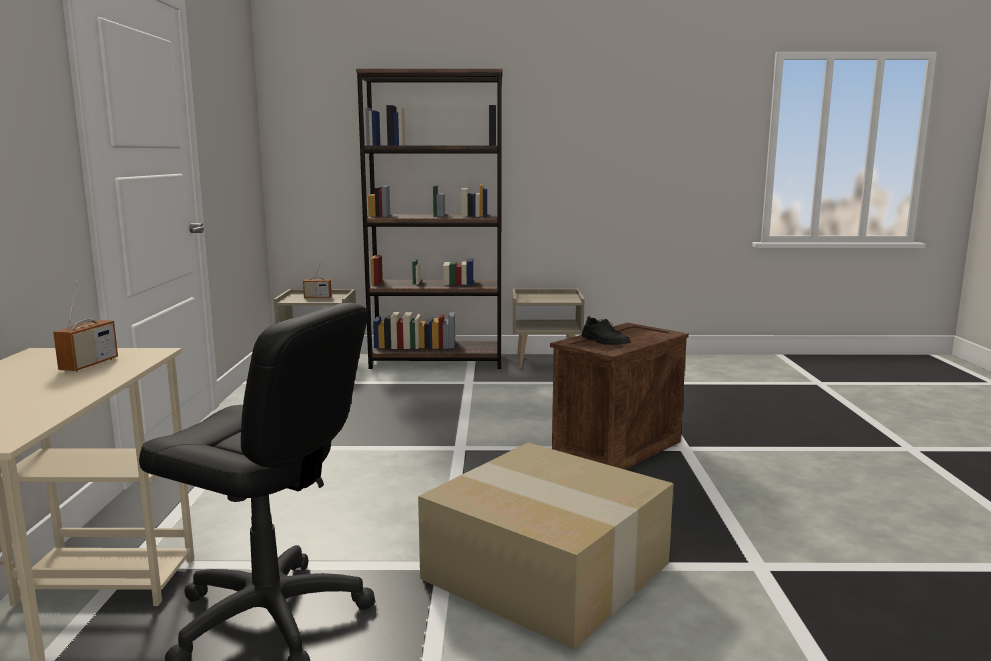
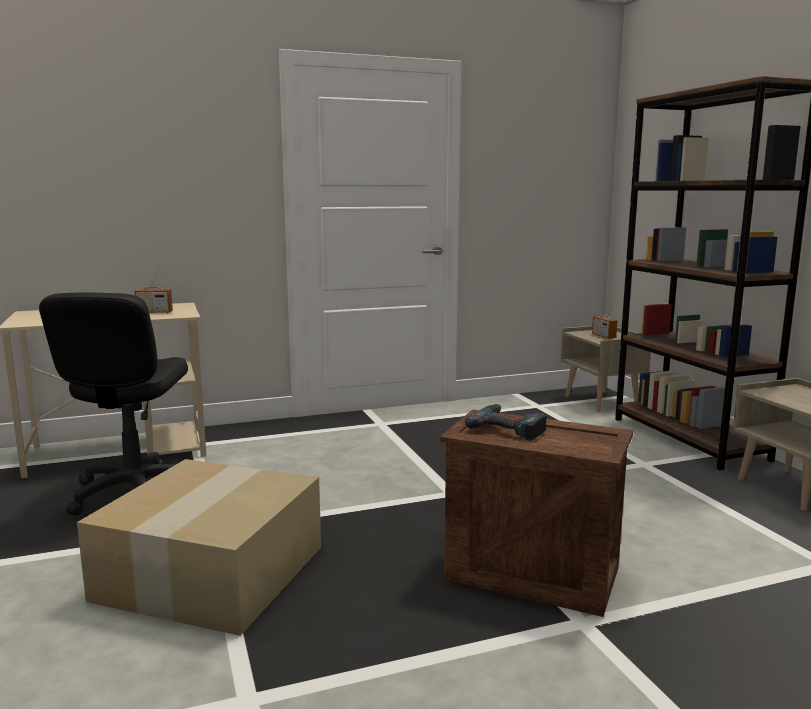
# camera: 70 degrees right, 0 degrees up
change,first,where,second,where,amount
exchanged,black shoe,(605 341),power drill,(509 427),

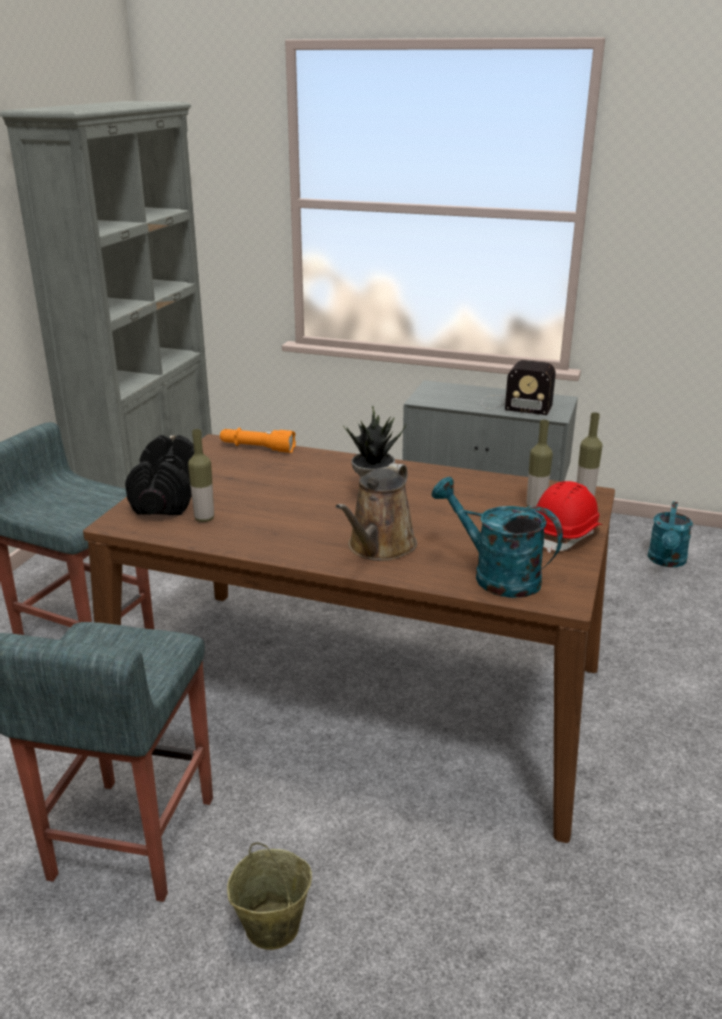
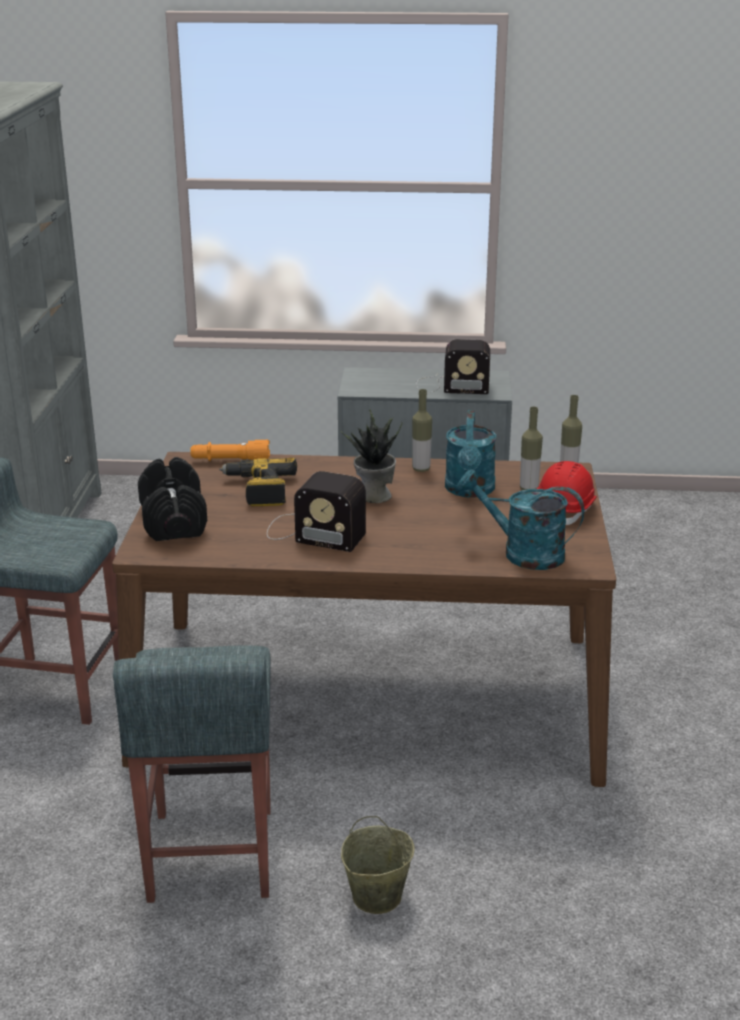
# camera: 15 degrees left, 0 degrees up
change,first,where,second,where,amount
missing,brown watering can,(379 548),,,
appeared,,,power drill,(259 490),
appeared,,,radio,(312 532),
relocated,bottle,(204 518),,(421 469),
relocated,turquoise watering can,(666 561),,(470 491),

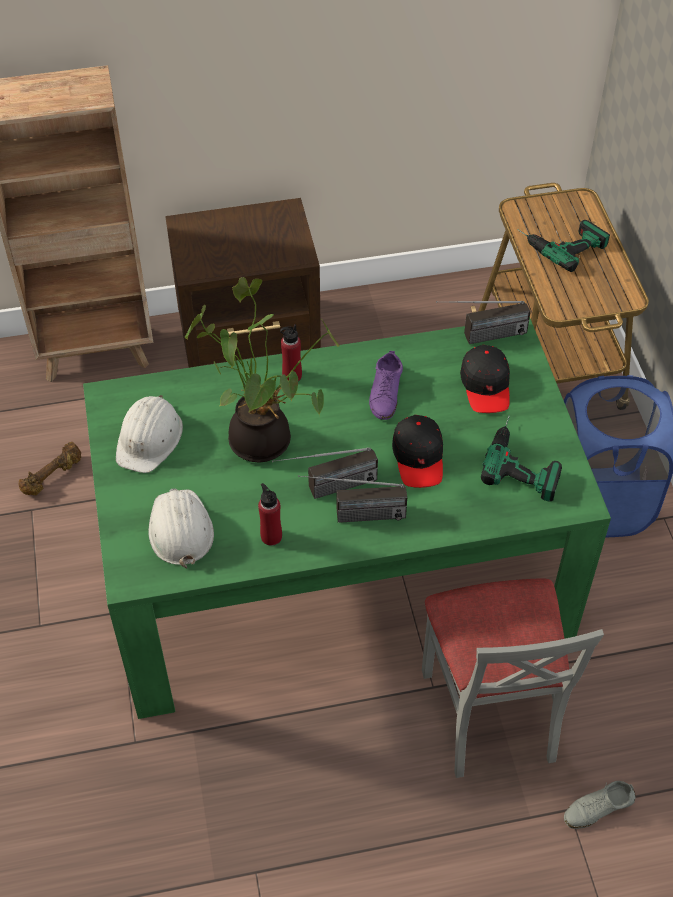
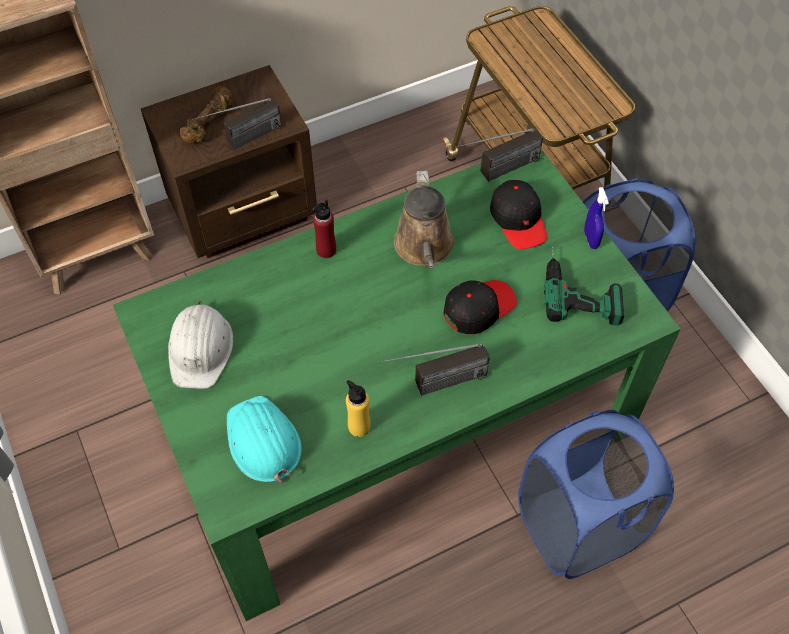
# camera: 15 degrees left, 5 degrees up
change,first,where,second,where,amount
missing,potted plant,(264 438),,,
missing,power drill,(560 242),,,
missing,grey shoe,(598 808),,,
appeared,,,blue spray bottle,(591 239),
relocated,brown dumbbell,(53 476),,(209 123),
relocated,radio,(326 490),,(242 141),
exchanged,purple shoe,(385 392),brown watering can,(424 248),
exchanged,grey chair,(490 713),blue laundry basket,(578 527),
colour,white hard hat,(180 530),turquoise hard hat,(262 442),
colour,red bottle,(271 536),yellow bottle,(359 426),
spun,black cap,(419 457),,(478 308),105 degrees counterclockwise

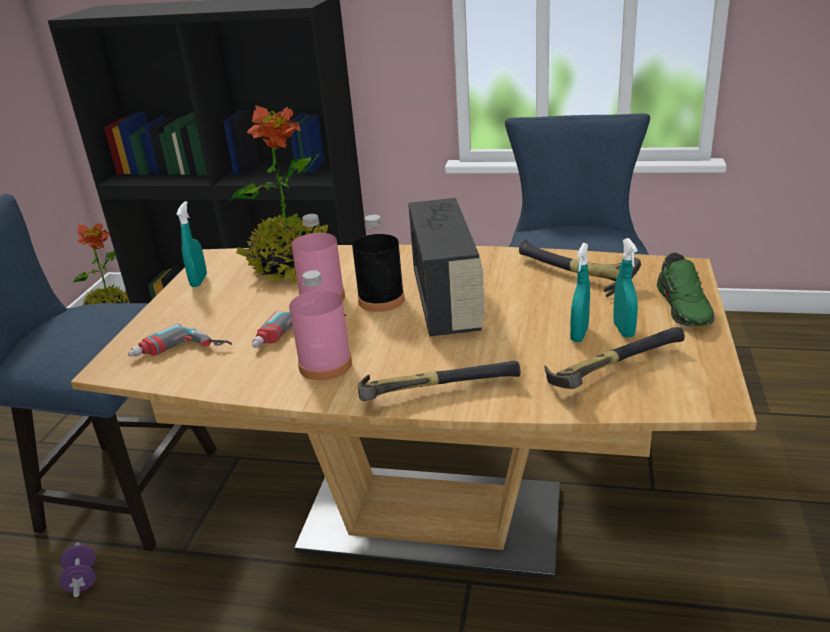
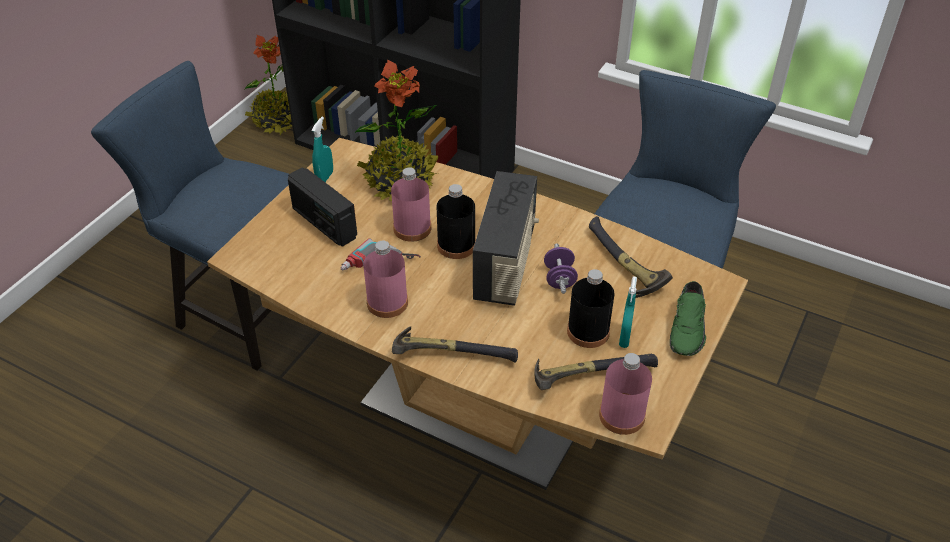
# camera: 15 degrees right, 15 degrees up
change,first,where,second,where,amount
missing,power drill,(180 354),,,
appeared,,,radio,(324 223),
appeared,,,pink bottle,(622 415),
relocated,purple dumbbell,(82 580),,(559 279),
exchanged,turquoise spray bottle,(579 334),black bottle,(588 331),

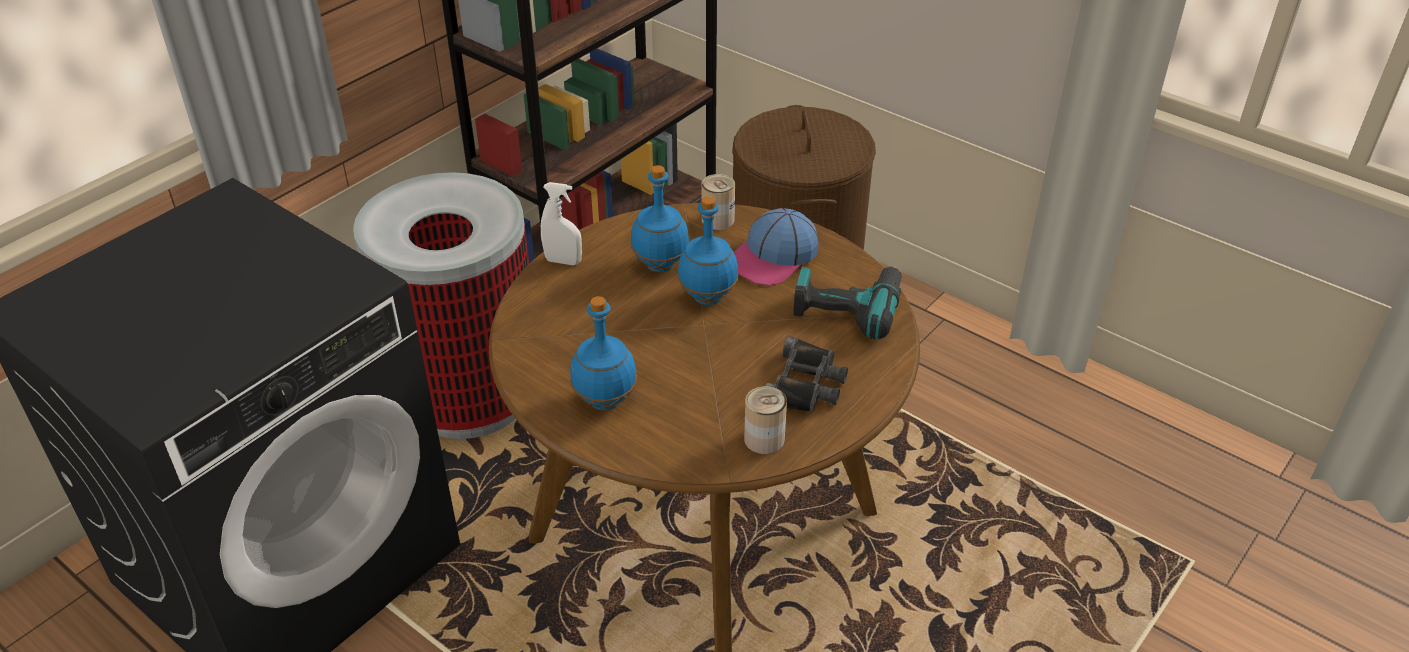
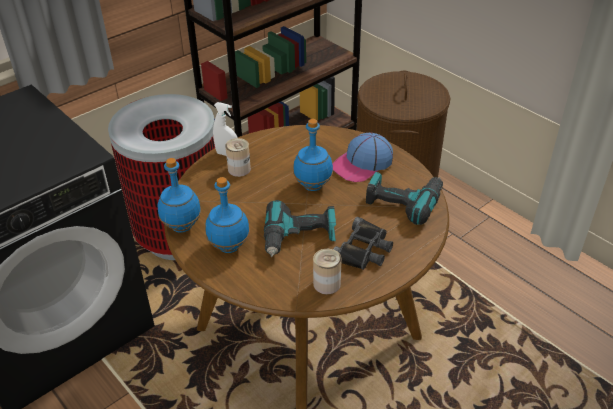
# camera: 10 degrees right, 0 degrees up
change,first,where,second,where,amount
appeared,,,power drill,(299 238),
relocated,blue bottle,(661 265),,(182 227),
relocated,can,(718 220),,(239 169),

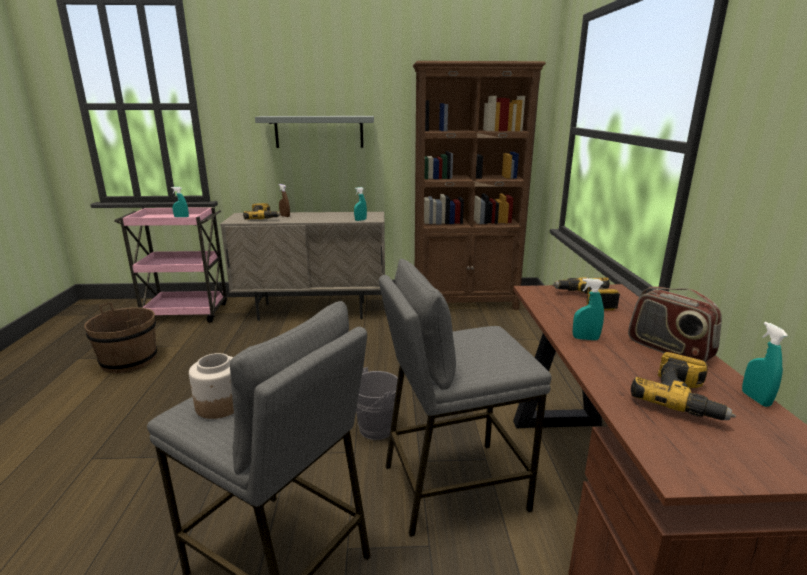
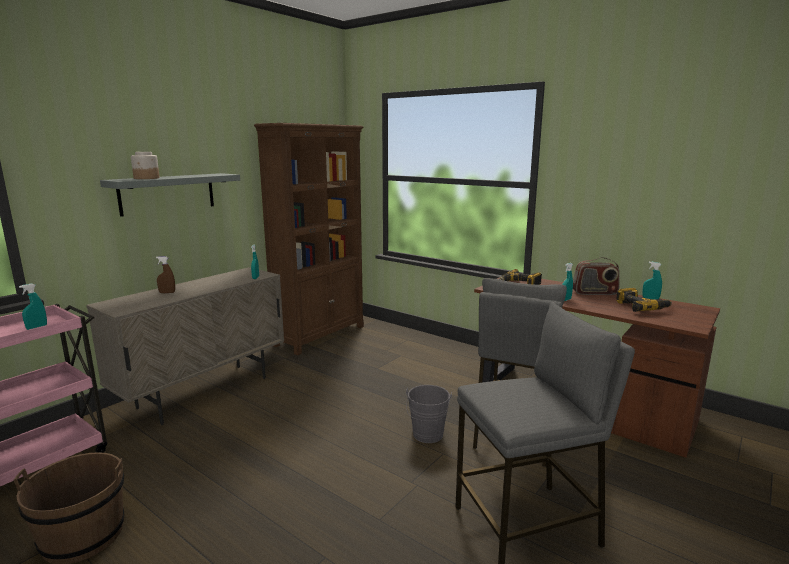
# camera: 50 degrees left, 5 degrees down
change,first,where,second,where,amount
missing,power drill,(263 218),,,
relocated,jar,(219 405),,(146 178),

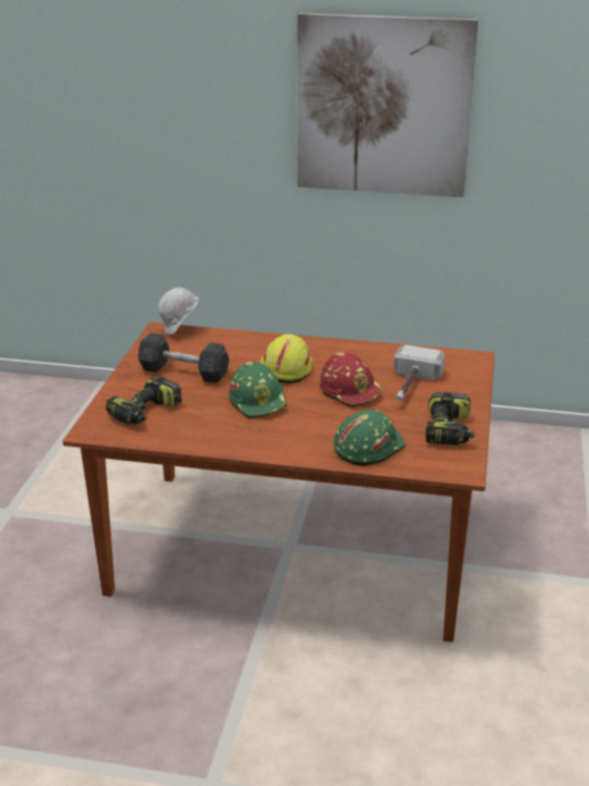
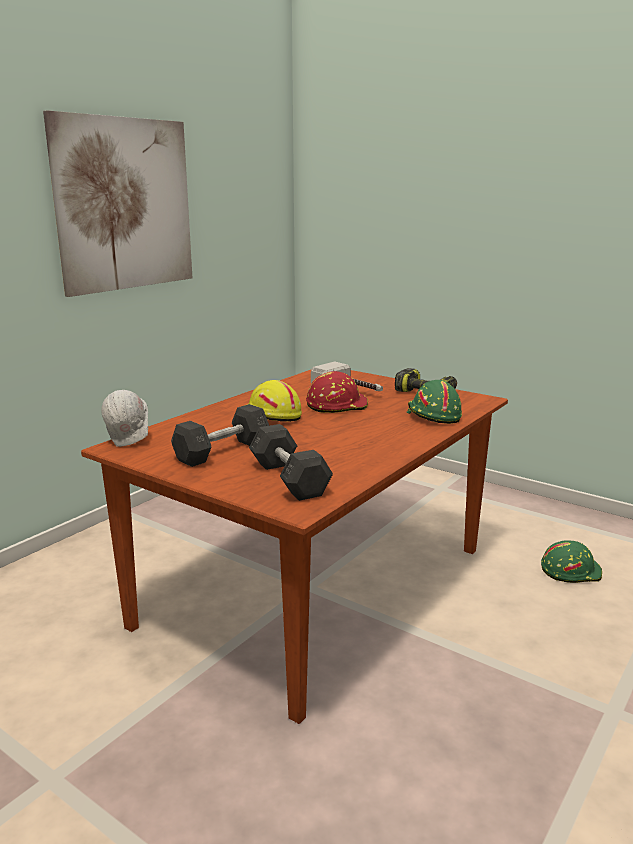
# camera: 65 degrees left, 10 degrees down
change,first,where,second,where,amount
relocated,green hard hat,(259 402),,(570 571),
exchanged,power drill,(145 413),grey dumbbell,(289 479),

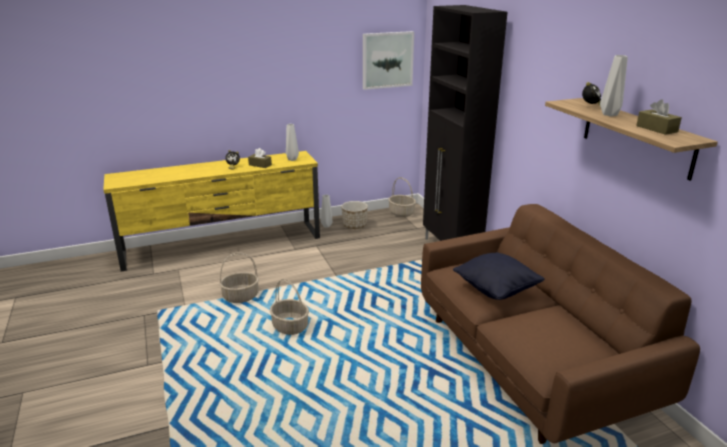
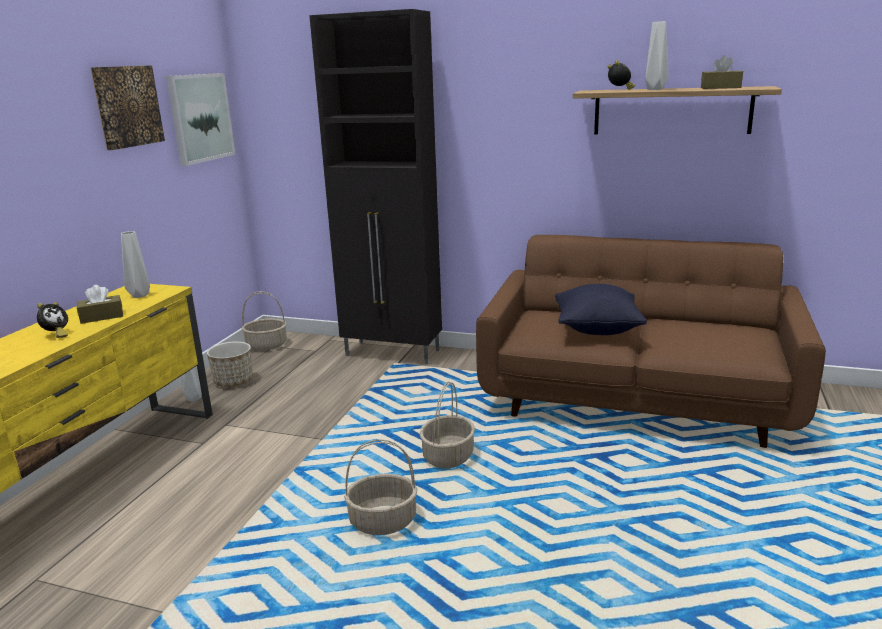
# camera: 50 degrees left, 5 degrees down
change,first,where,second,where,amount
appeared,,,picture,(127 106),
relocated,basket,(241 296),,(448 456),

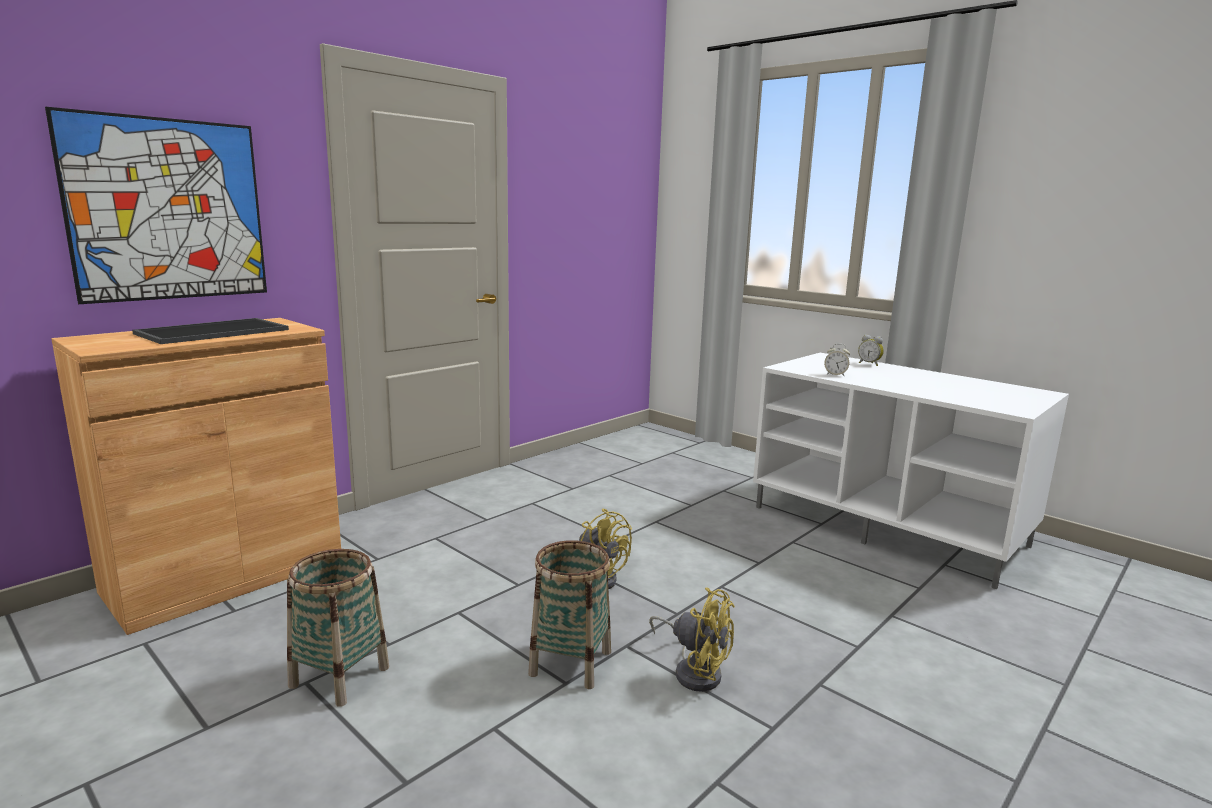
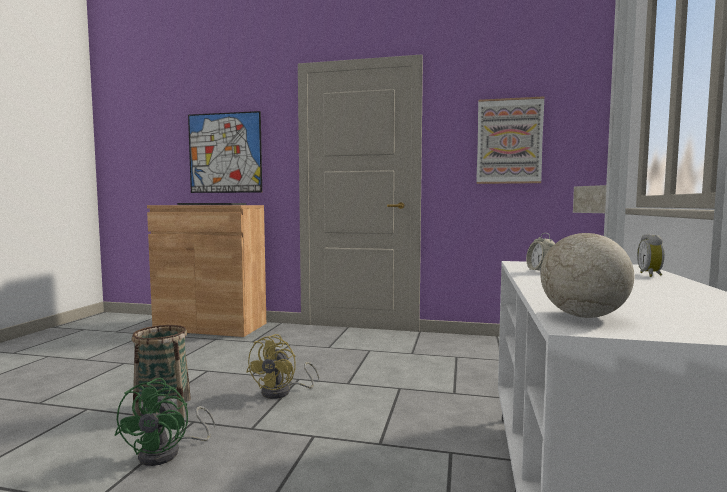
# camera: 60 degrees right, 10 degrees down
change,first,where,second,where,amount
missing,basket,(339 676),,,
appeared,,,picture,(509 141),
appeared,,,globe,(583 316),
colour,yellow fan,(694 671),green fan,(168 452),

